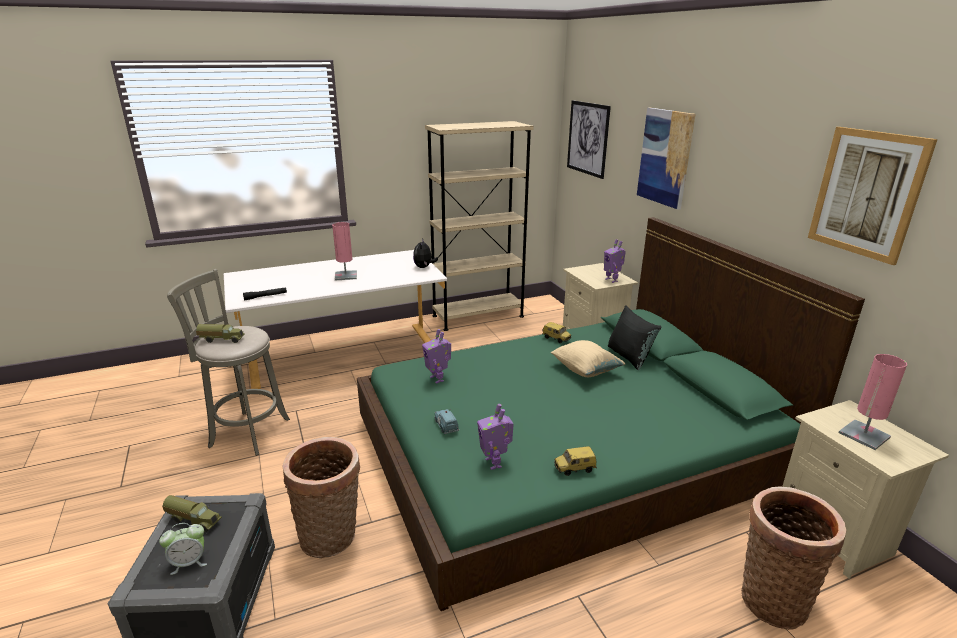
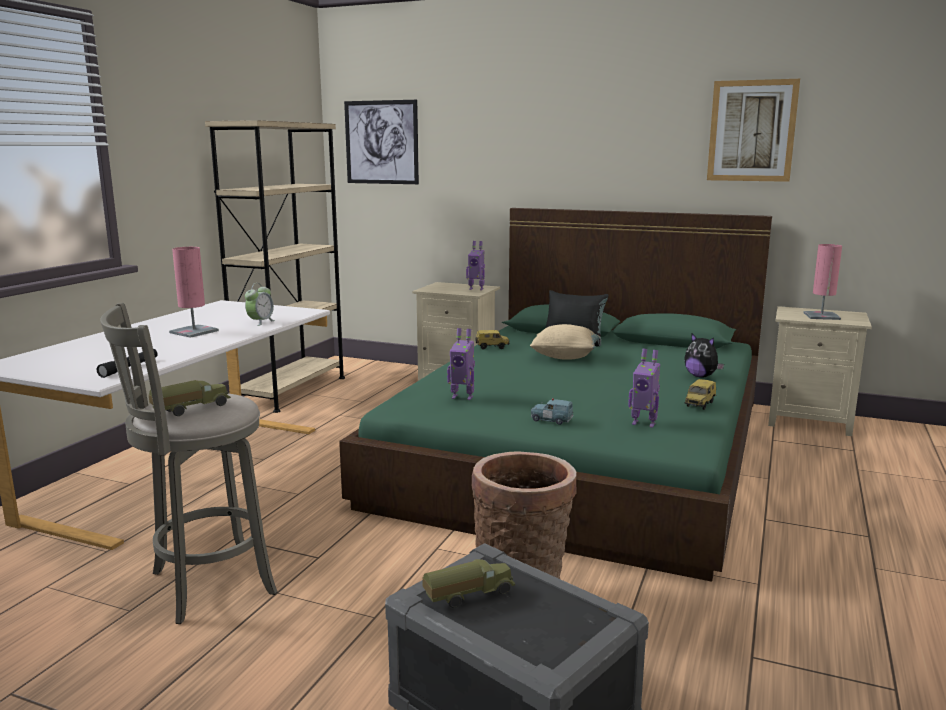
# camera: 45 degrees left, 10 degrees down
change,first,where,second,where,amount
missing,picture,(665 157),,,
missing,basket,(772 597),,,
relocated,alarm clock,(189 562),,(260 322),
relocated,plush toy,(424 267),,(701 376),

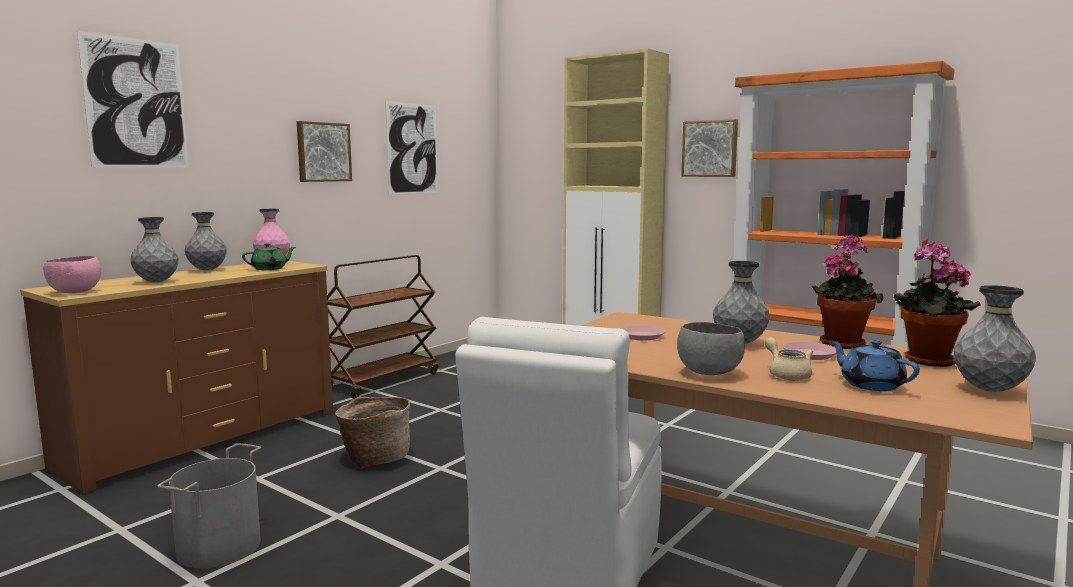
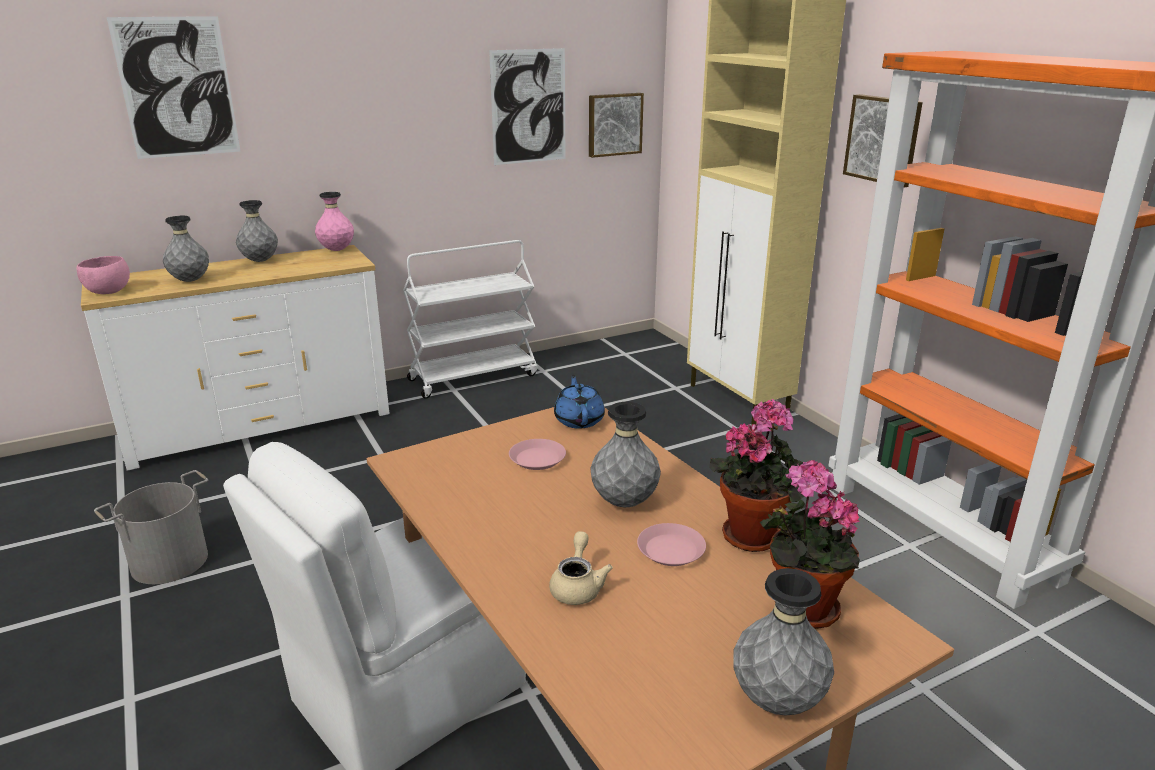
# camera: 25 degrees right, 15 degrees up
change,first,where,second,where,amount
missing,green teapot,(270 269),,,
missing,basket,(375 458),,,
missing,grey bowl,(708 373),,,
relocated,picture,(323 152),,(614 124),
relocated,blue teapot,(870 385),,(579 420),
colour,brown dresser,(203 439),white dresser,(260 424),
colour,brown cart,(383 381),white cart,(473 377),

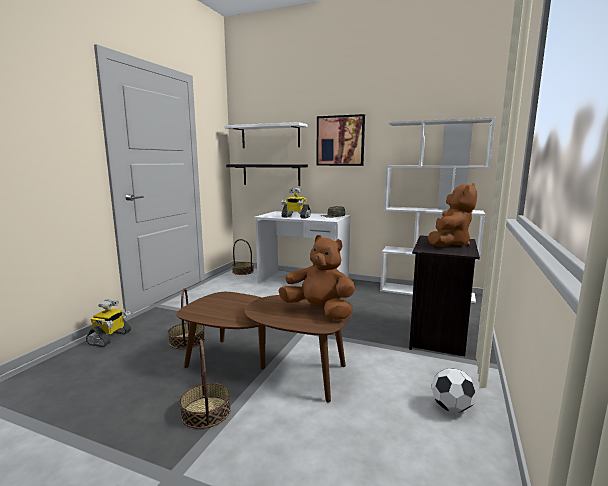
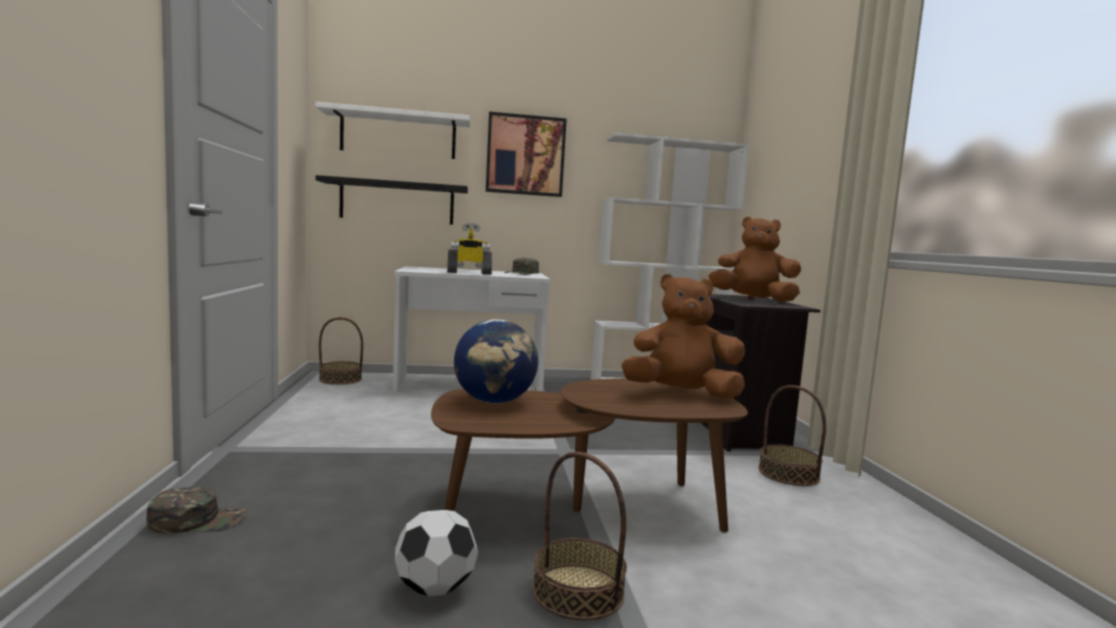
# camera: 30 degrees left, 5 degrees down
change,first,where,second,where,amount
appeared,,,globe,(494 402),
relocated,basket,(187 340),,(788 474),
relocated,football,(451 408),,(435 588),
exchanged,toy robot,(110 338),green cap,(198 520),
spun,brown plush toy,(449 244),,(753 300),75 degrees counterclockwise

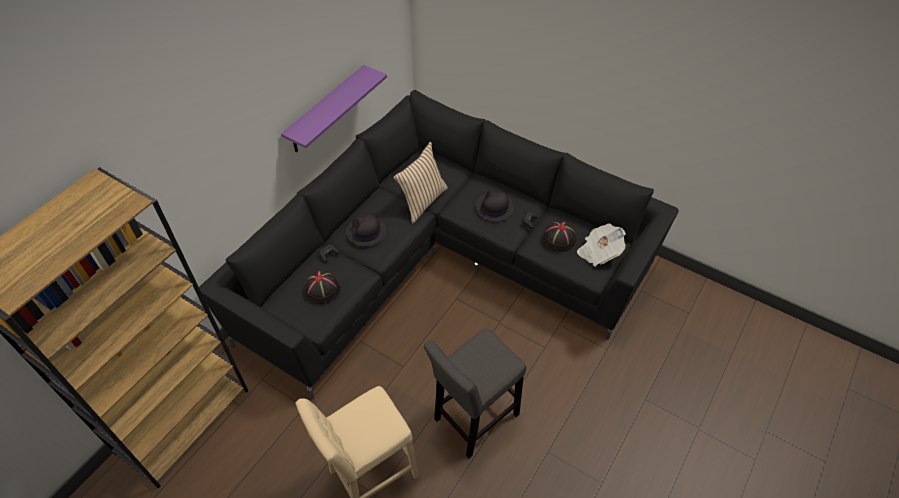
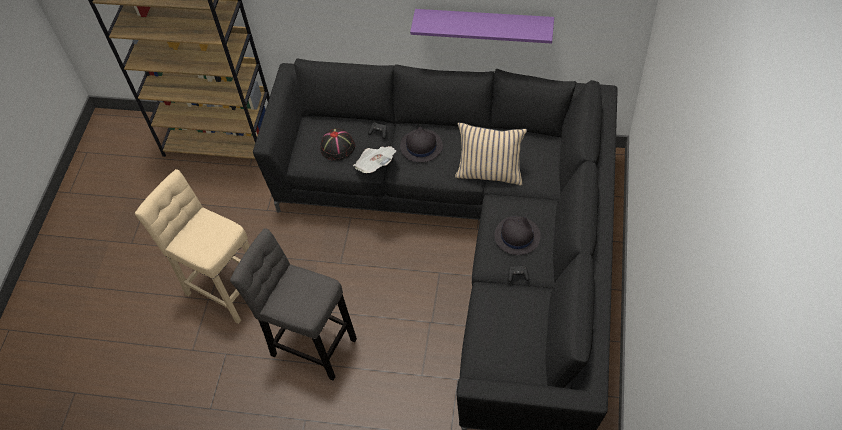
# camera: 70 degrees right, 5 degrees up
change,first,where,second,where,amount
missing,black hat,(558 238),,,
relocated,newspaper,(599 252),,(375 165),

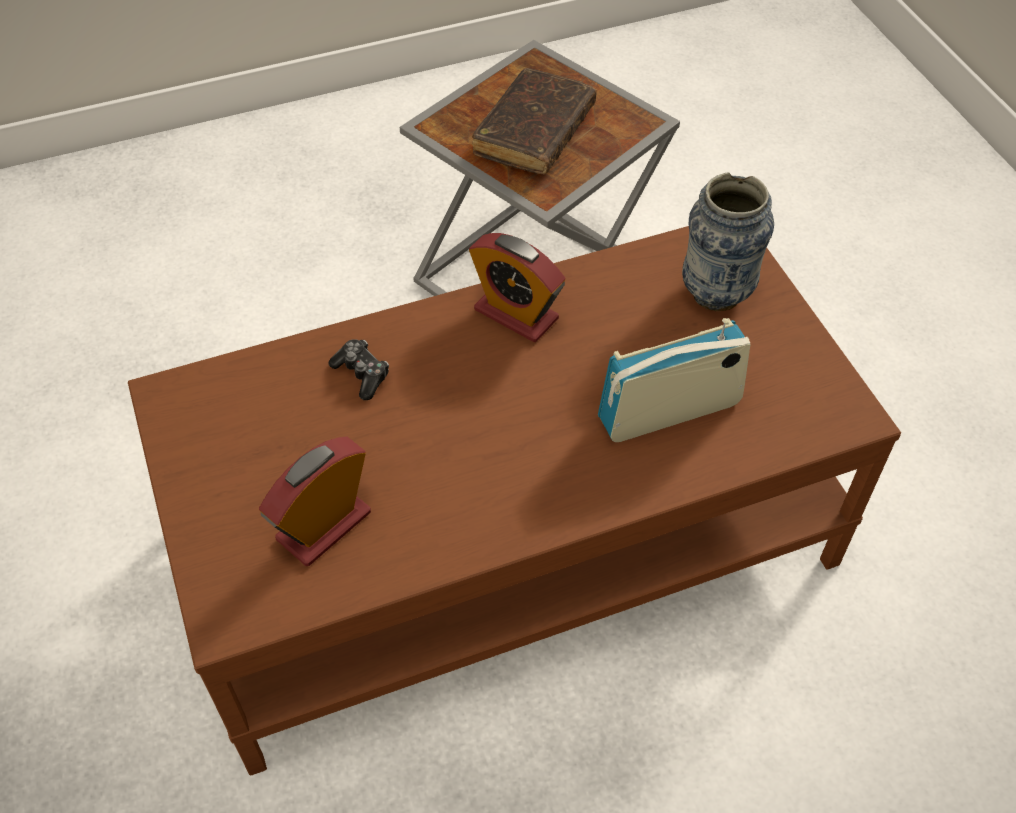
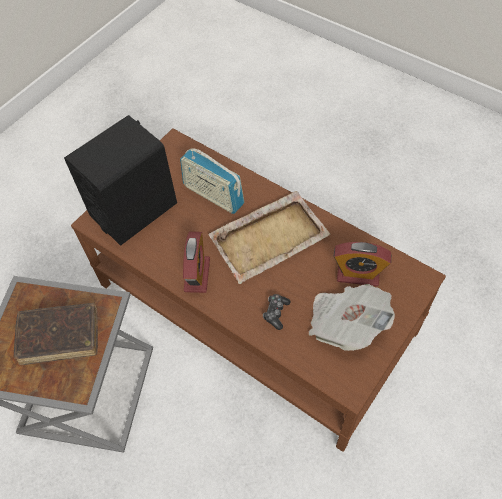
# camera: 120 degrees left, 5 degrees up
change,first,where,second,where,amount
appeared,,,beige tray,(270 237),
appeared,,,newspaper,(346 323),
exchanged,vase,(716 293),black speaker,(134 209),

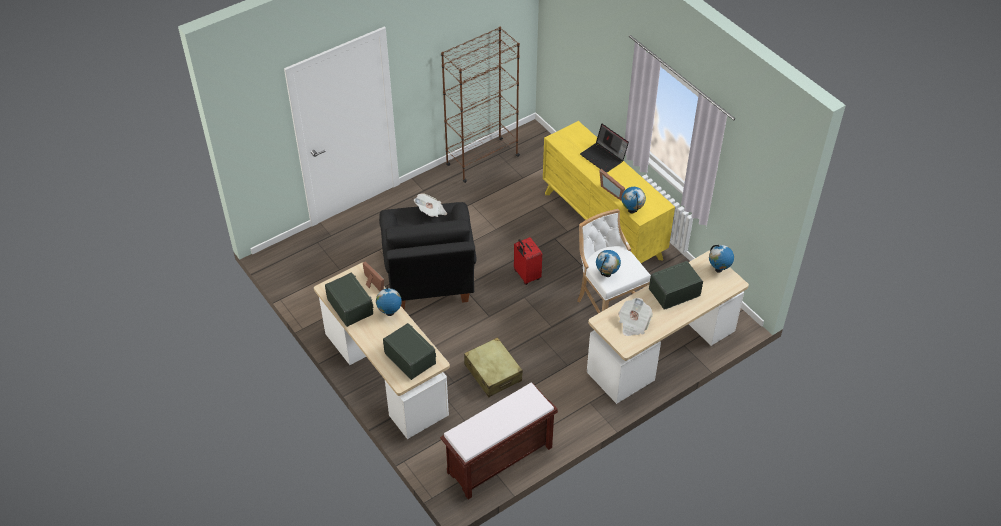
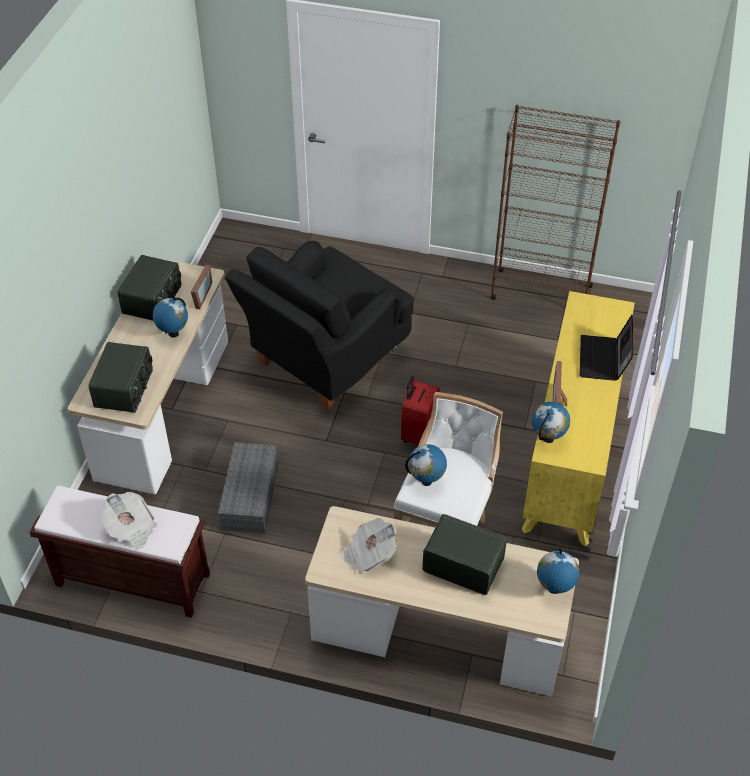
# camera: 50 degrees right, 0 degrees up
change,first,where,second,where,amount
relocated,newspaper,(431 212),,(131 528),
exchanged,beige suitcase,(493 373),grey storage box,(249 495),

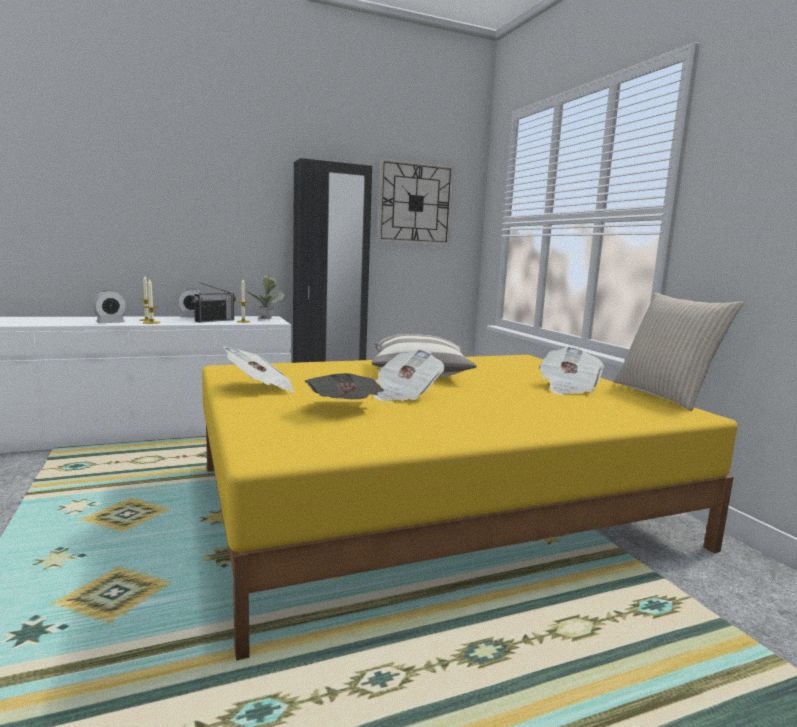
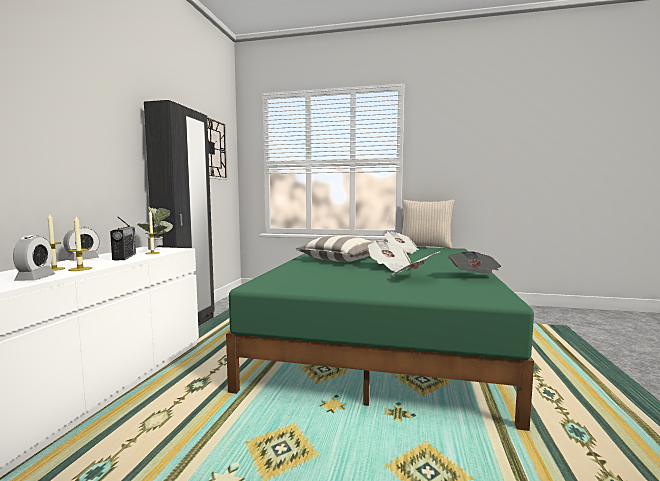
# camera: 55 degrees left, 5 degrees down
change,first,where,second,where,amount
relocated,newspaper,(261 388),,(474 277),
colour,yellow bed,(434 506),green bed,(381 337),

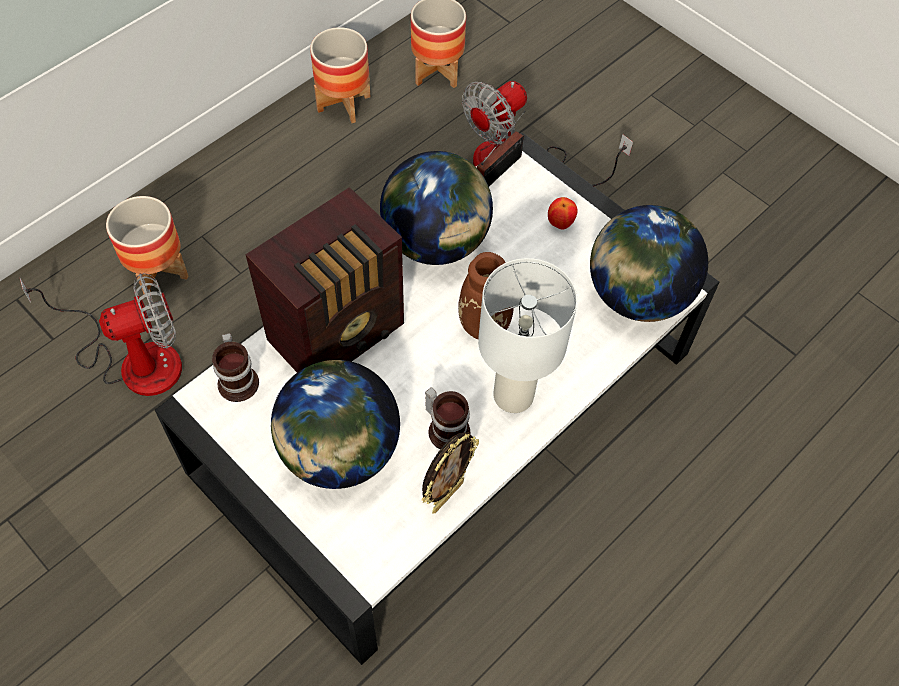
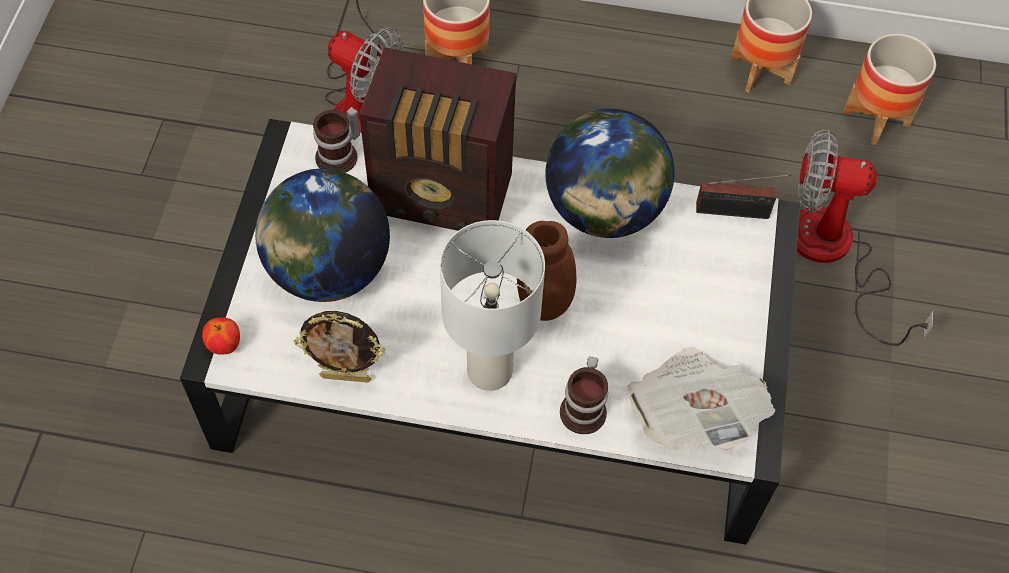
# camera: 55 degrees right, 0 degrees up
change,first,where,second,where,amount
relocated,mug,(447 428),,(586 408),
relocated,apple,(560 223),,(225 346),
exchanged,globe,(637 295),newspaper,(693 413),

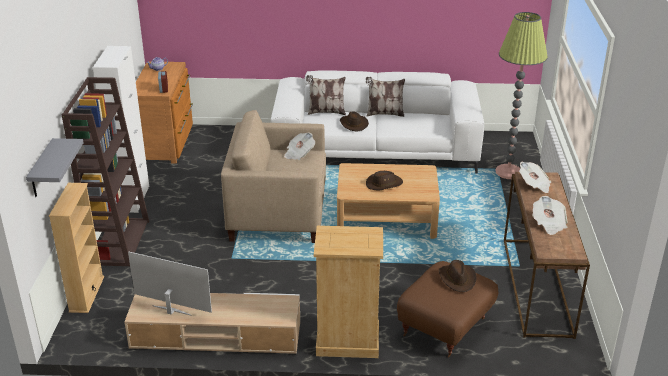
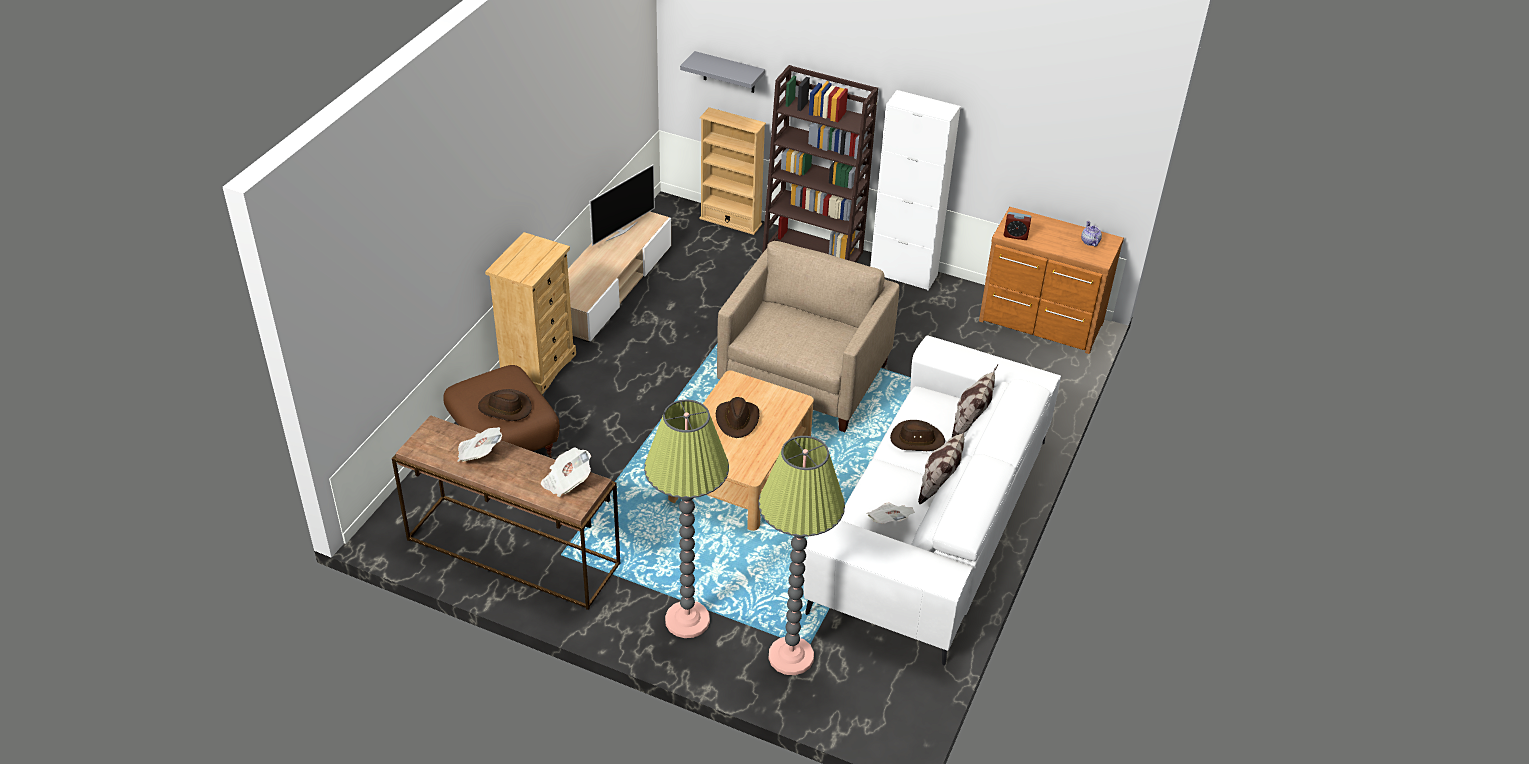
# camera: 110 degrees right, 10 degrees up
change,first,where,second,where,amount
appeared,,,floor lamp,(687 620),
relocated,newspaper,(299 154),,(889 521),

